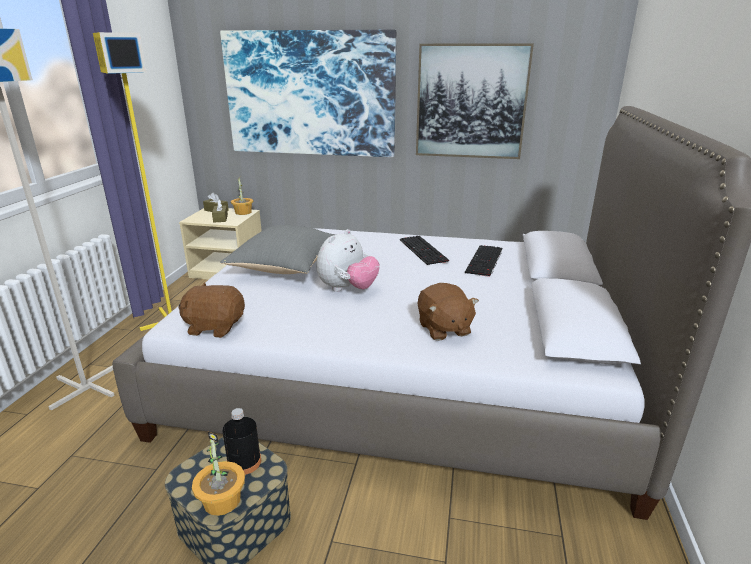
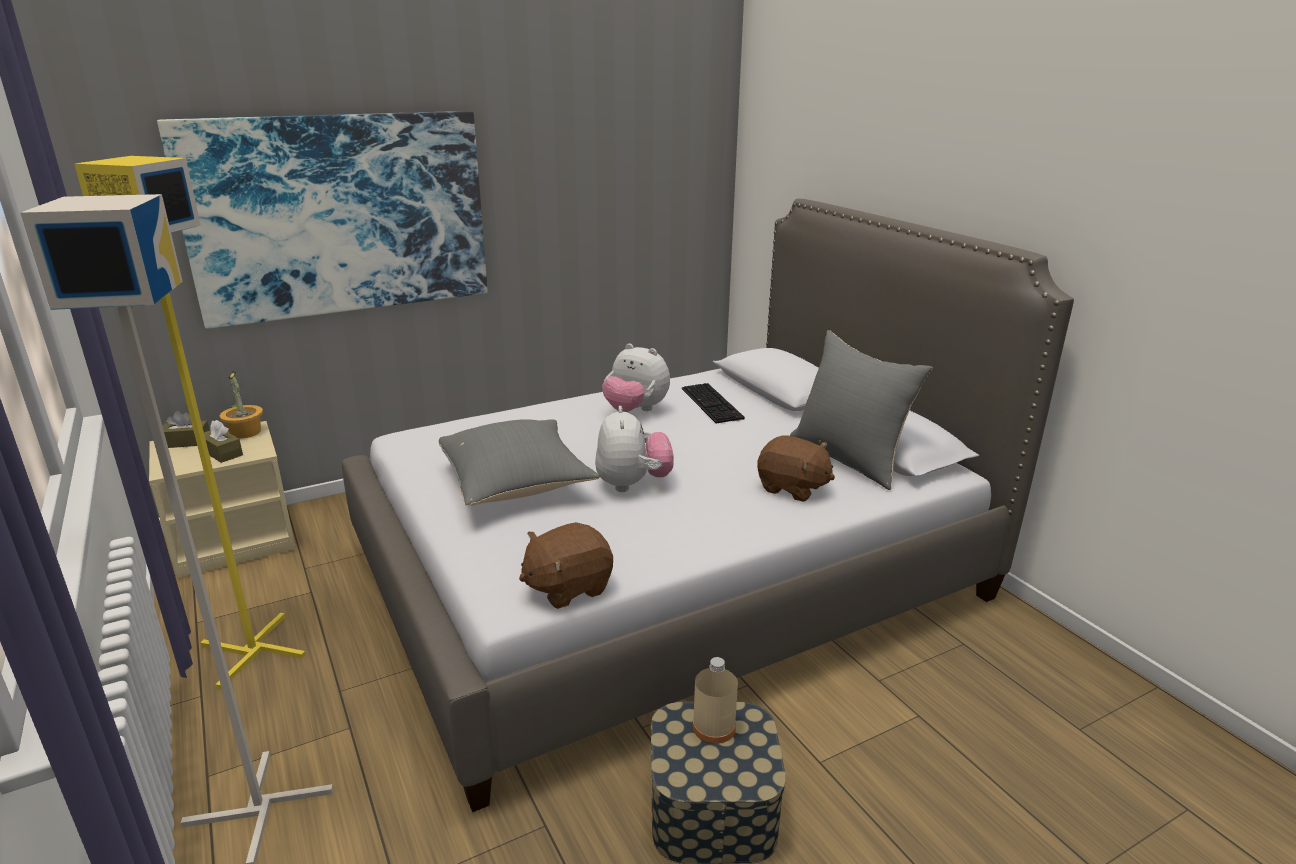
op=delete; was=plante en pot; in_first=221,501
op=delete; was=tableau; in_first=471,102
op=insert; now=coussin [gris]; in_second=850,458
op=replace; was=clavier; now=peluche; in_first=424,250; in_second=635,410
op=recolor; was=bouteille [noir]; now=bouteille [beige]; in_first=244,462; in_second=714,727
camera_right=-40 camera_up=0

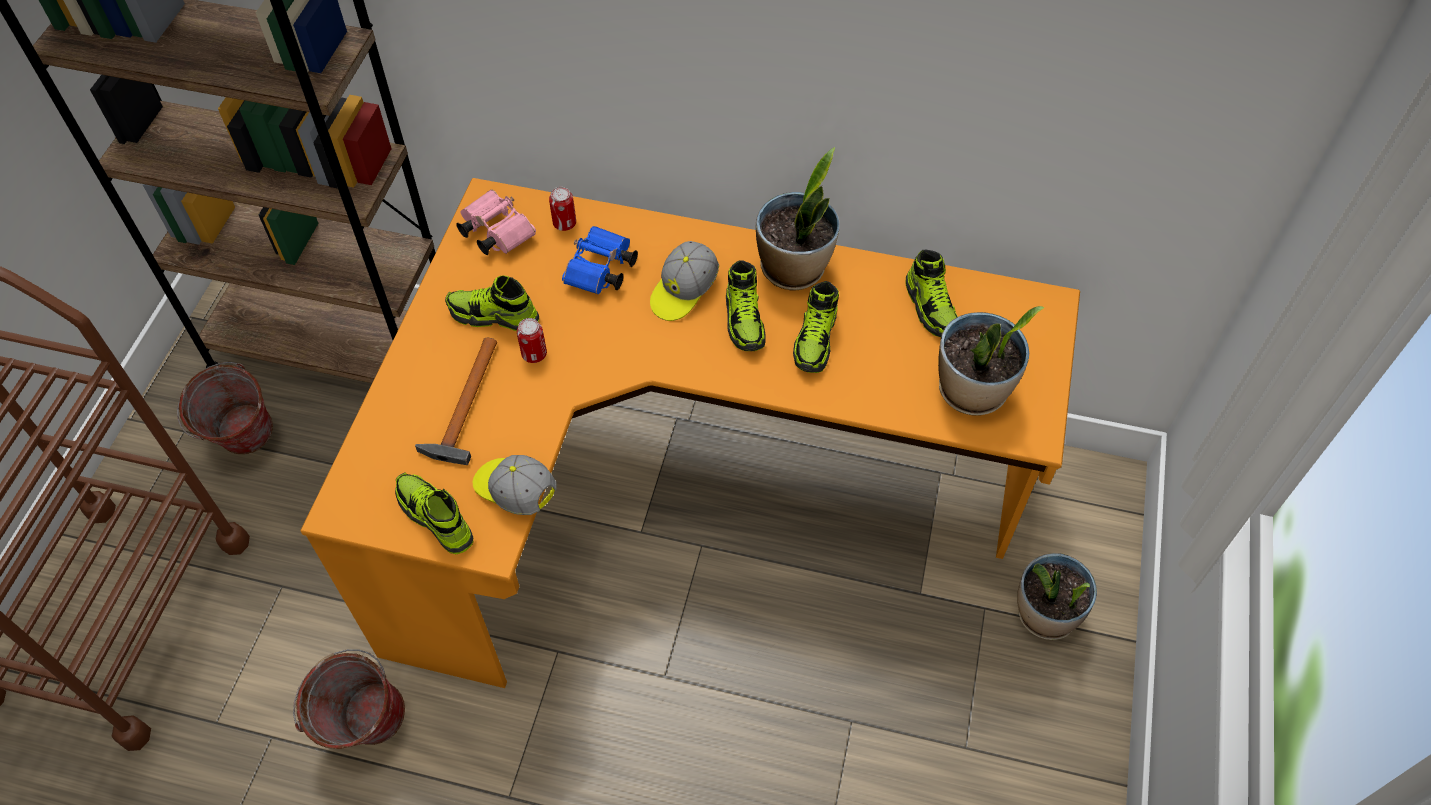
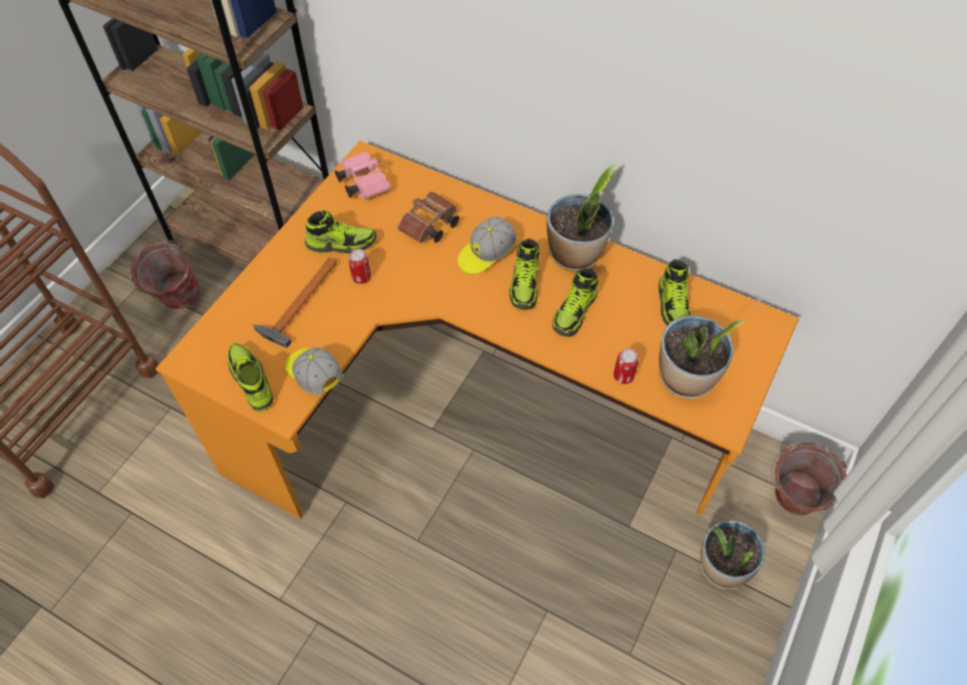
op=move; was=seau; in_first=364,729; in_second=789,502
op=move; was=boîte métallique; in_first=564,223; in_second=623,376
op=recolor; was=jumelles [bleu]; now=jumelles [marron]; in_first=600,272; in_second=429,227
op=rotate; was=chaussure; in_first=494,316; in_second=341,243; clockwise=150
camera_right=15 camera_up=0

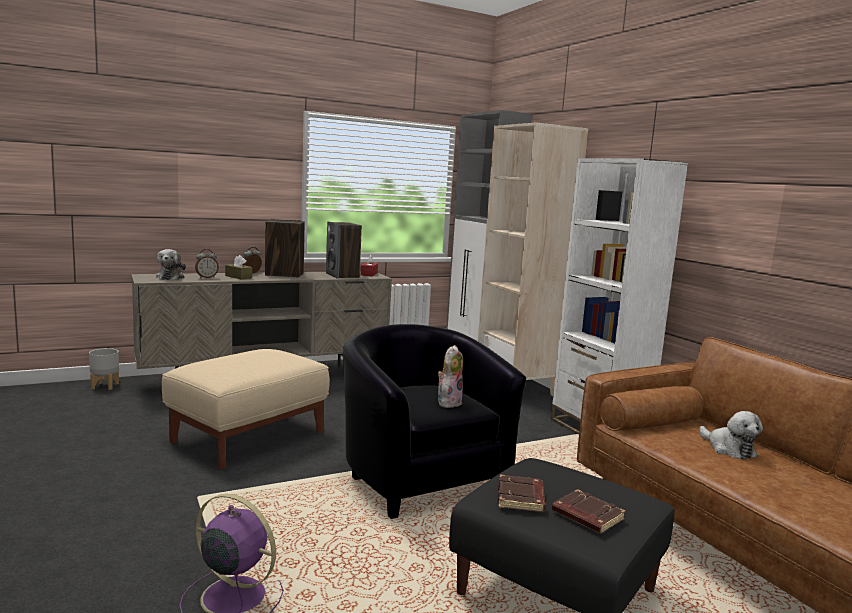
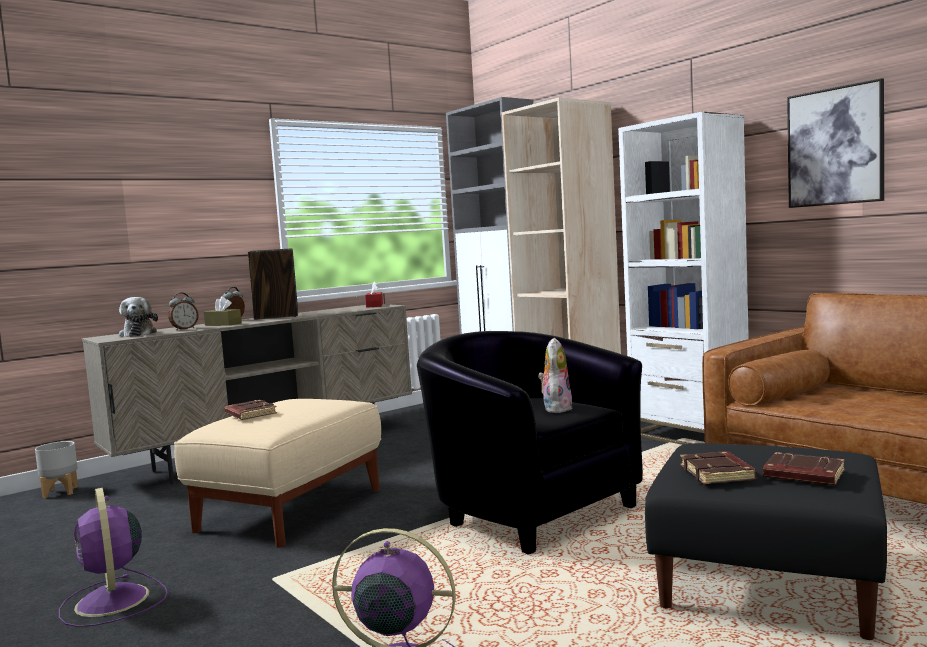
op=delete; was=enceinte; in_first=342,275
op=delete; was=peluche; in_first=728,449
op=insert; now=ventilateur [violet]; in_second=113,602
op=insert; now=livre [marron]; in_second=249,414
op=insert; now=tableau; in_second=835,146
camera_right=-10 camera_up=-5

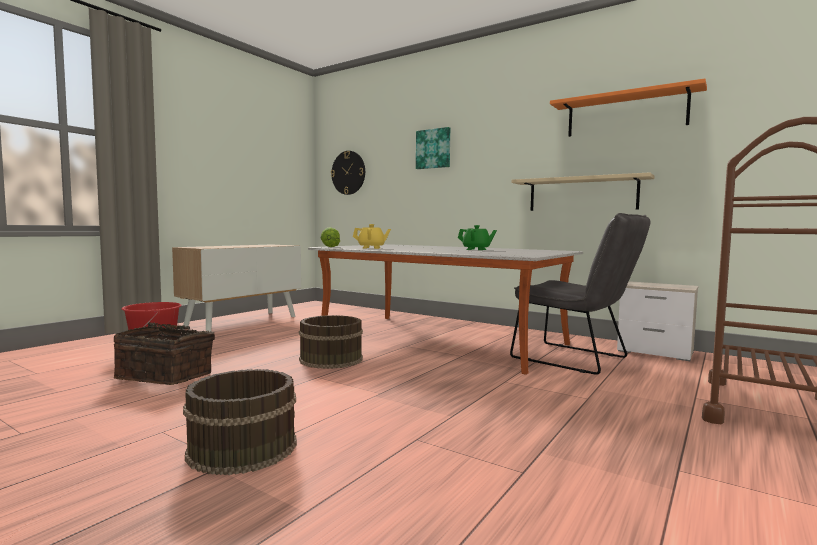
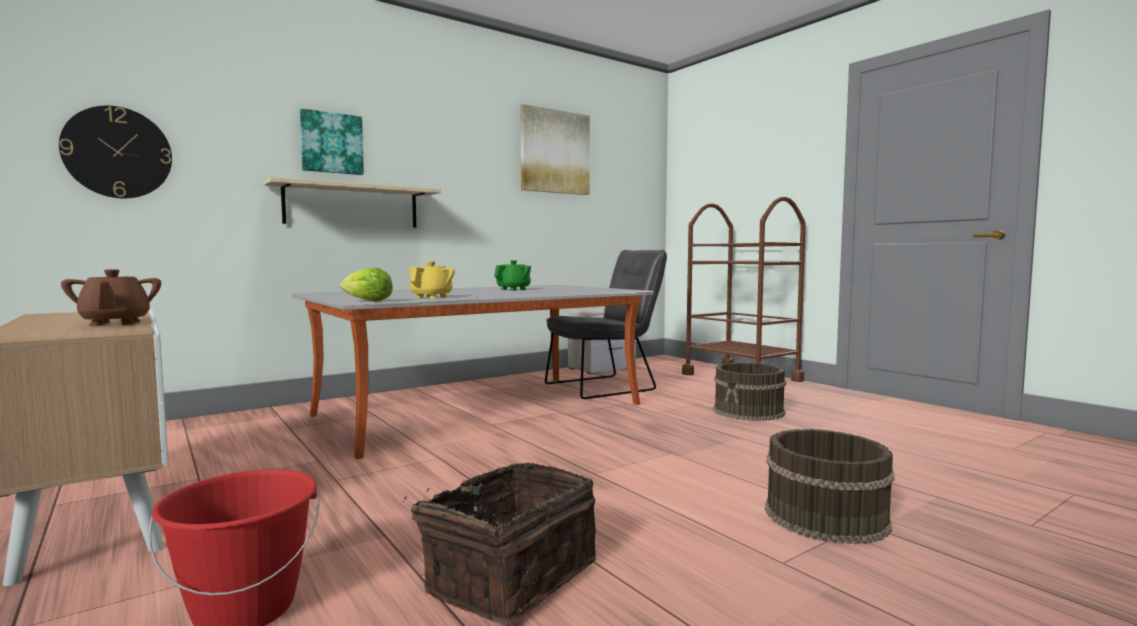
op=insert; now=théière [marron]; in_second=115,323
op=move; was=seau [marron]; in_first=330,359; in_second=749,411
op=move; was=étagère [beige]; in_first=582,194; in_second=352,206
op=replace; was=étagère [orange]; now=tableau; in_first=625,114; in_second=554,152
camera_right=-70 camera_up=0

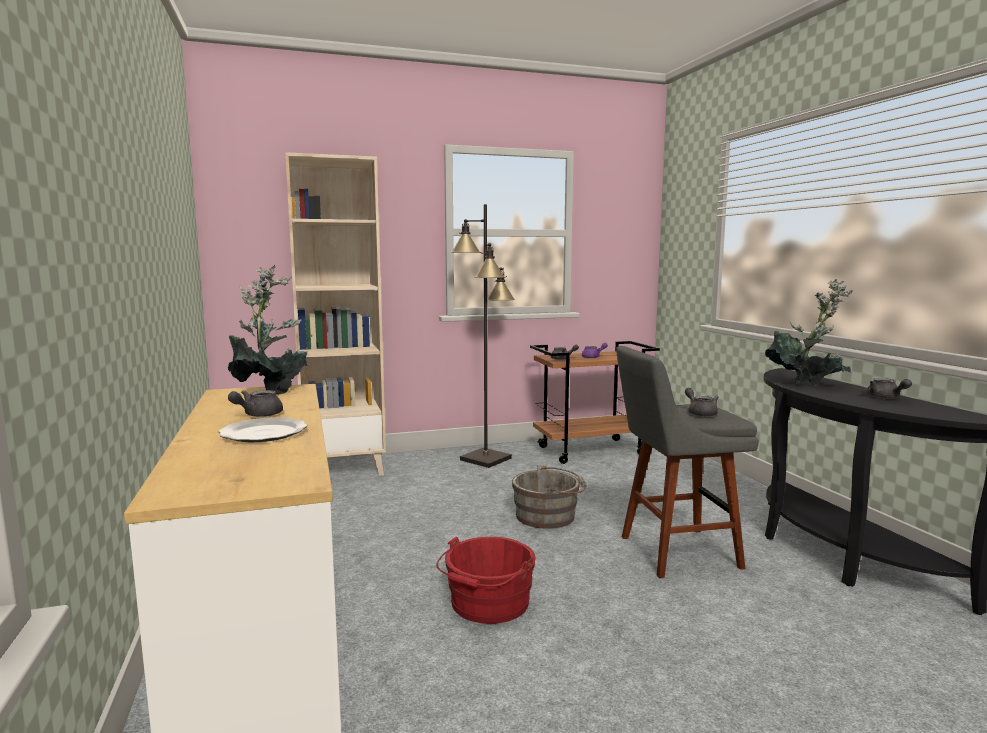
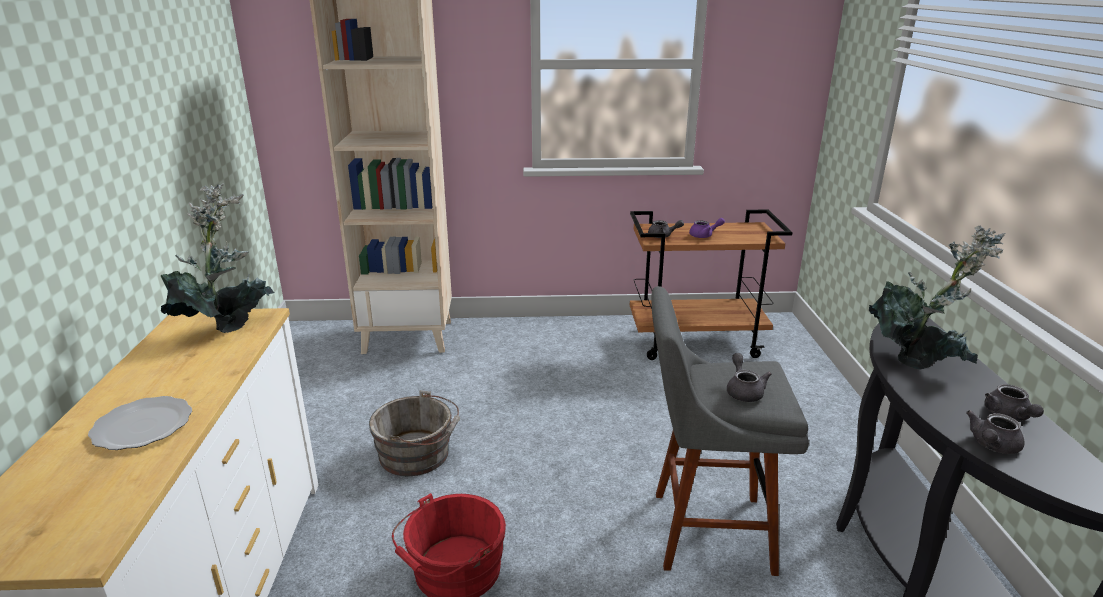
op=delete; was=lampadaire [noir]; in_first=485,459
op=move; was=théière [gris]; in_first=257,415; in_second=991,446
op=move; was=seau [gris]; in_first=549,516; in_second=418,455
camera_right=15 camera_up=15

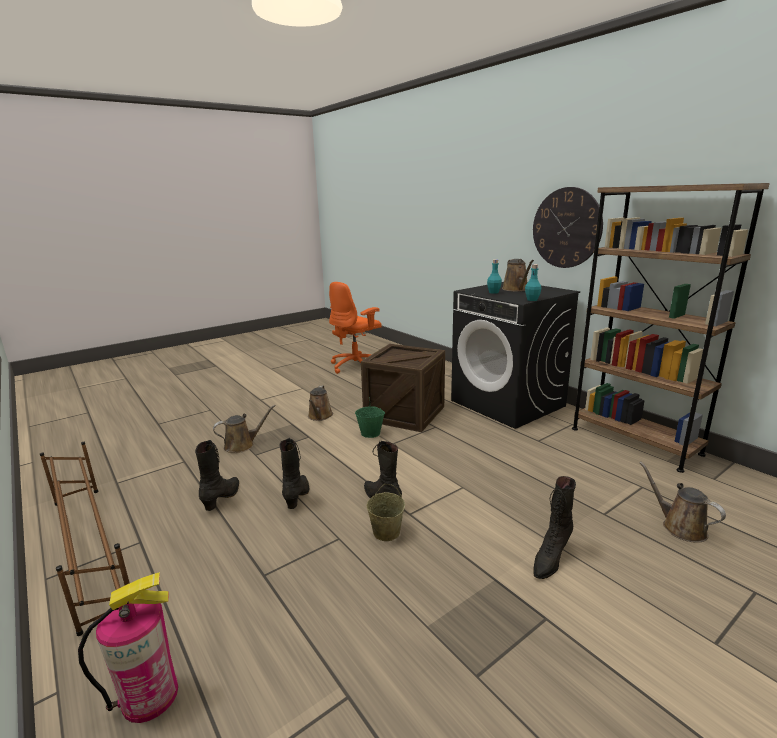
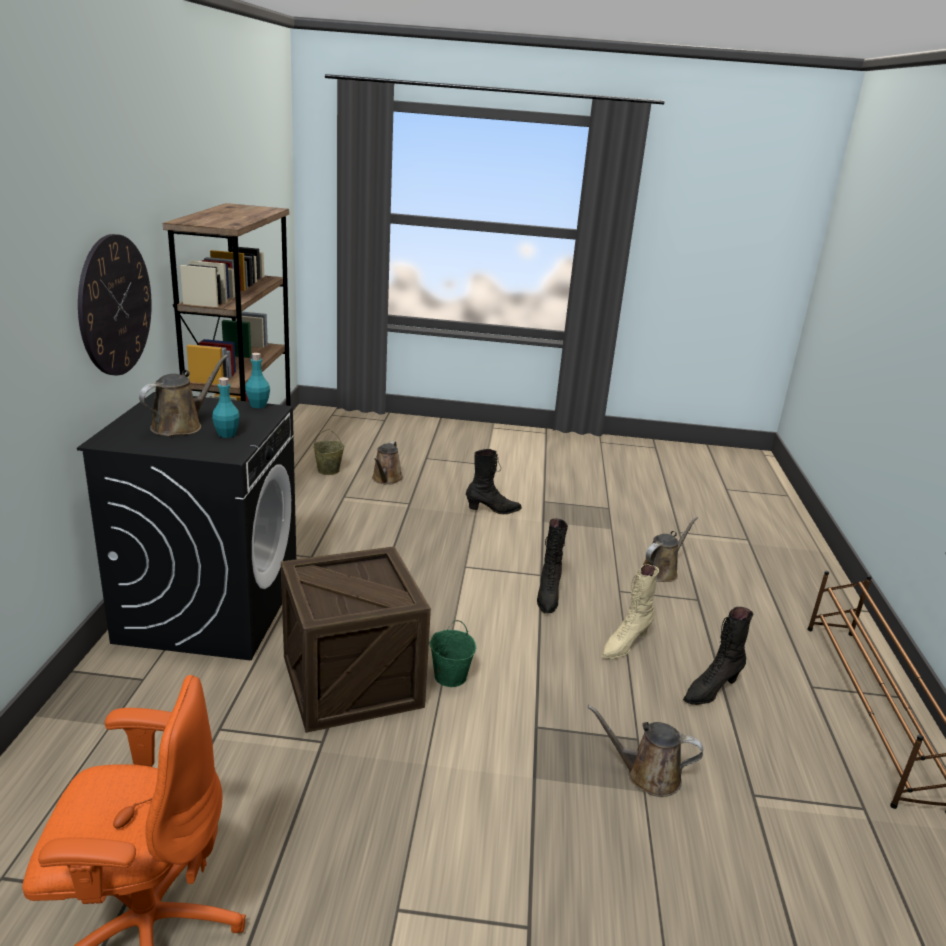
op=delete; was=extincteur; in_first=150,696
op=move; was=arrosoir [marron]; in_first=320,416; in_second=661,571
op=move; was=seau [beige]; in_first=386,532; in_second=328,470
op=recolor; was=botte [noir]; now=botte [beige]; in_first=298,496; in_second=624,645
camera_right=-140 camera_up=5

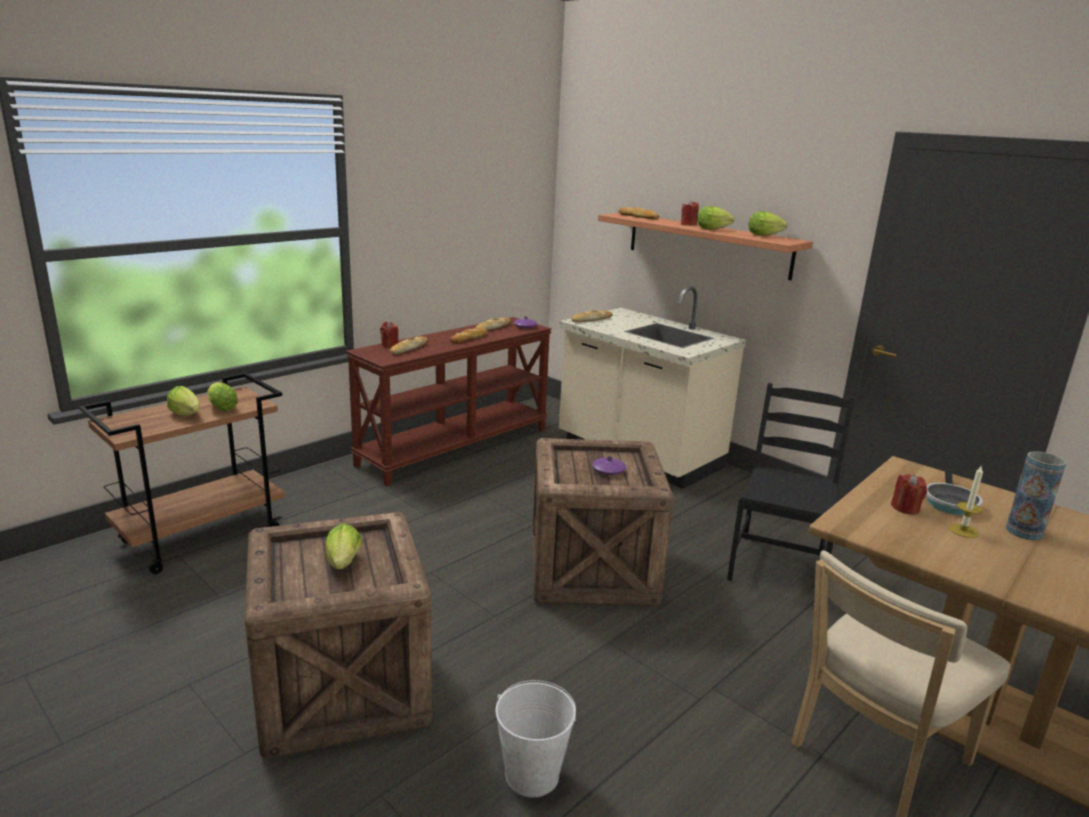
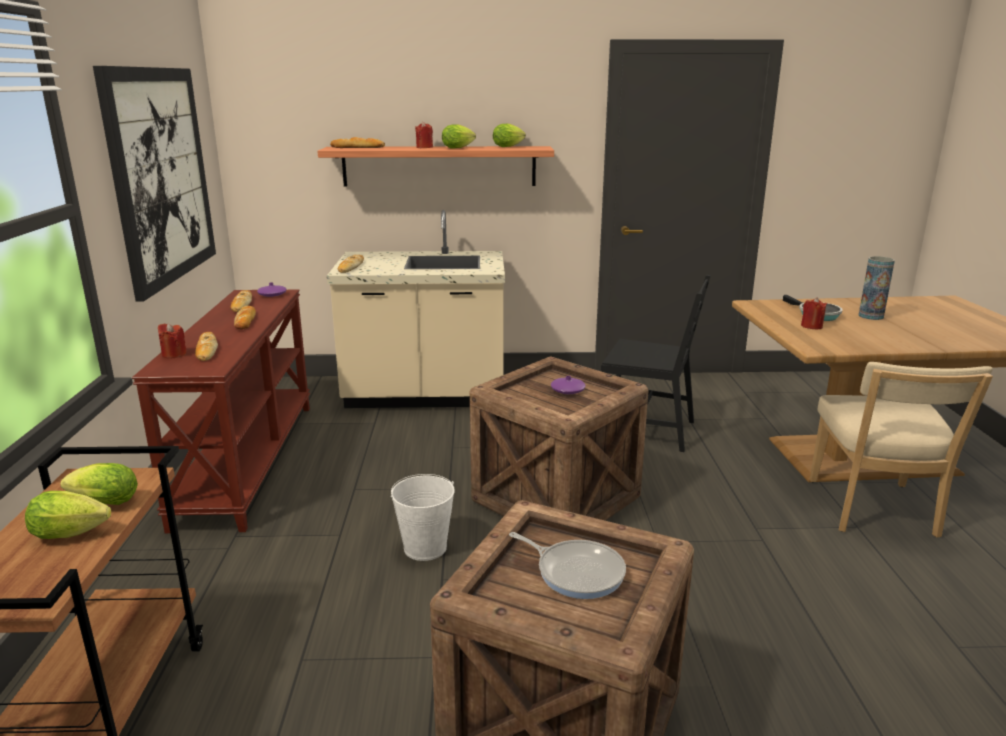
op=delete; was=bougie; in_first=963,530
op=insert; now=tableau; in_second=161,176
op=move; was=seau [blanc]; in_first=532,775; in_second=425,548
op=replace; was=laitue; now=poêle; in_first=343,565; in_second=576,572
op=rotate; was=chaise [noir]; in_first=777,566; in_second=648,429; clockwise=135
camera_right=-45 camera_up=0

